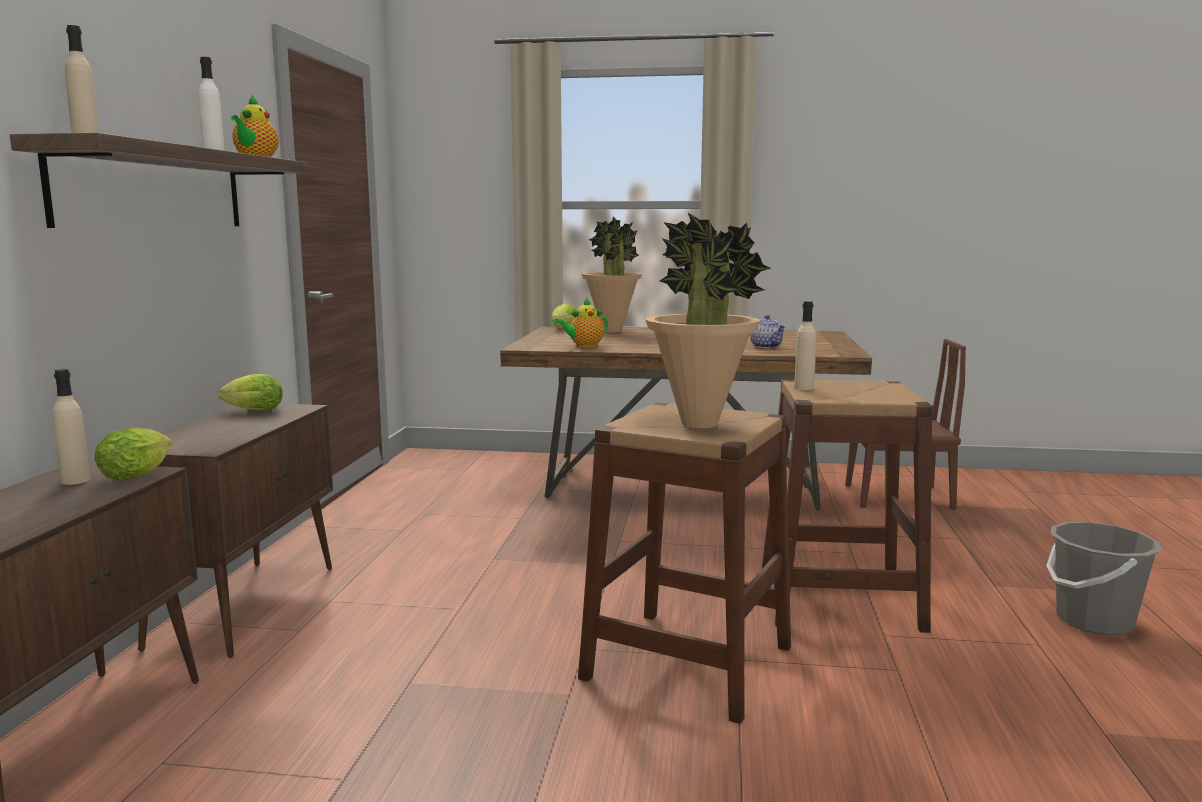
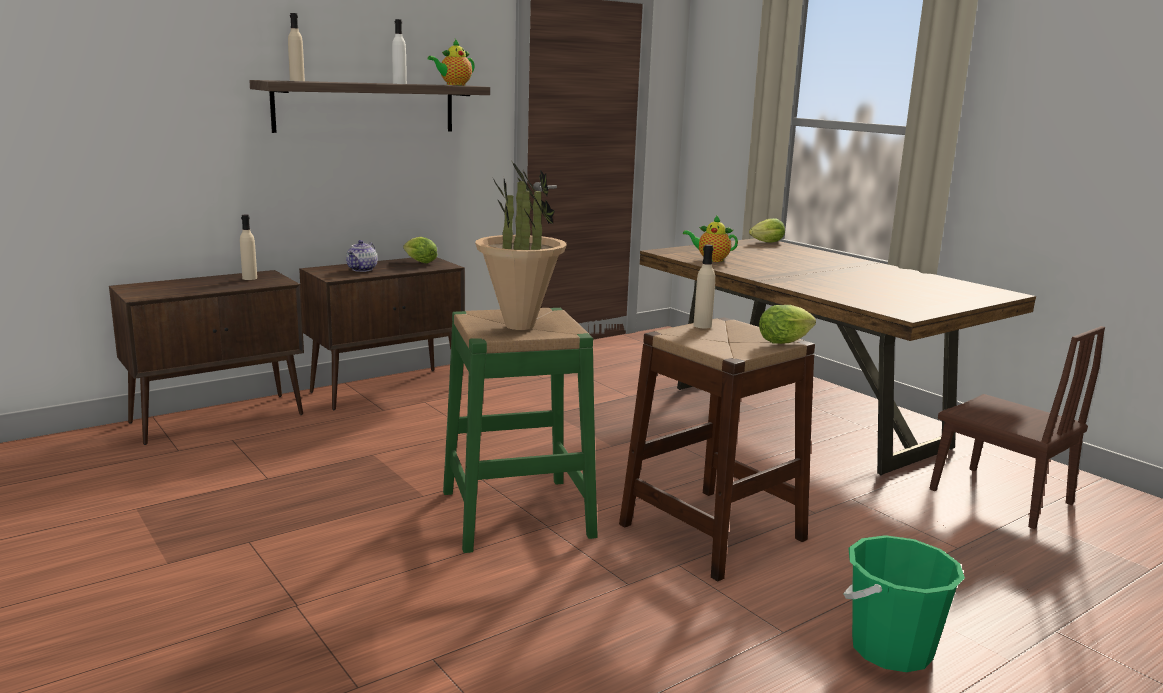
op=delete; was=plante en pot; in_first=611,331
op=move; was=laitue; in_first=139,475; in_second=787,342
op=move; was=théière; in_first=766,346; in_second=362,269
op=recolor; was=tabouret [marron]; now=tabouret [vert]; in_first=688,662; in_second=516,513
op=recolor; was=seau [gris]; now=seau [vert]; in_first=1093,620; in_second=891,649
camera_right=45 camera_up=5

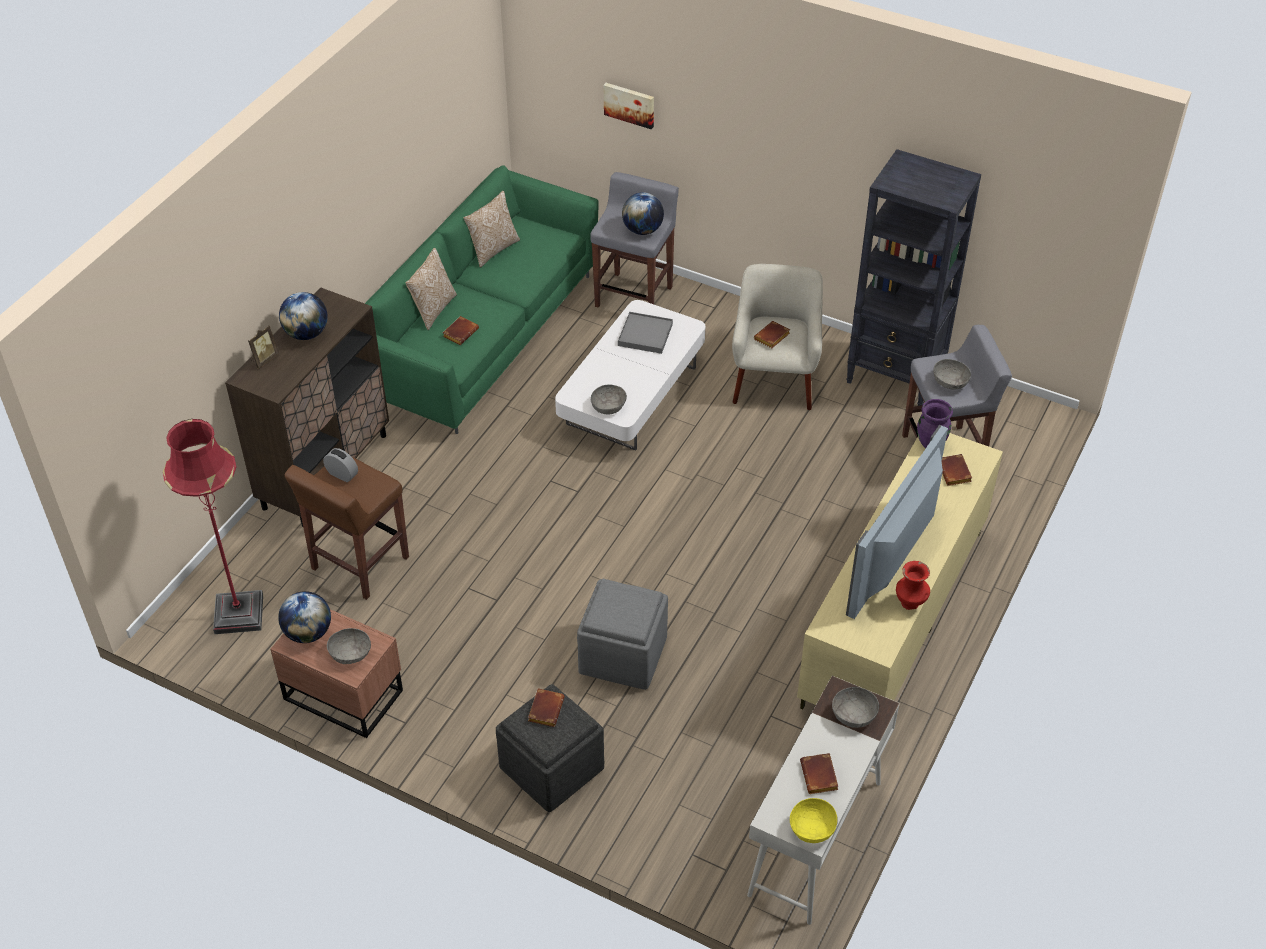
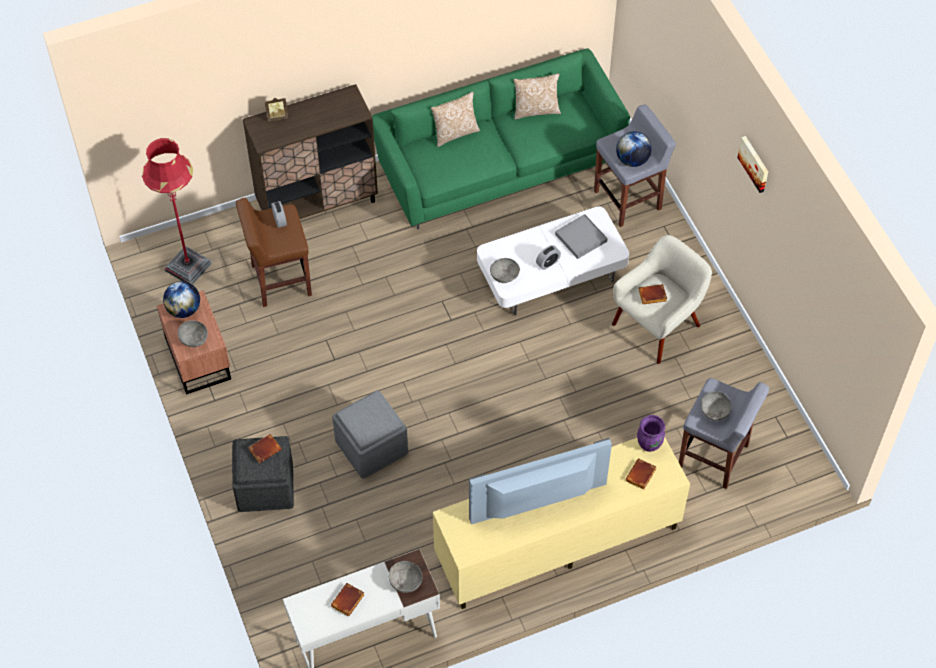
op=delete; was=globe; in_first=306,334
op=delete; was=livre [marron]; in_first=460,332
op=delete; was=bol [jaune]; in_first=812,828
op=delete; was=bibliothèque [noir]; in_first=896,377
op=delete; was=vase [rouge]; in_first=910,604
op=insert; now=réveil; in_second=548,263
op=move; was=tableau; in_first=629,104; in_second=754,163
camera_right=40 camera_up=10

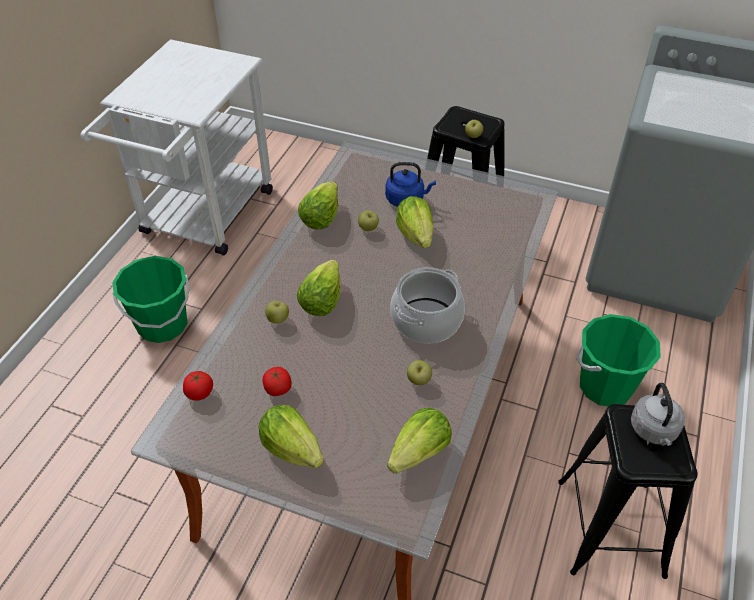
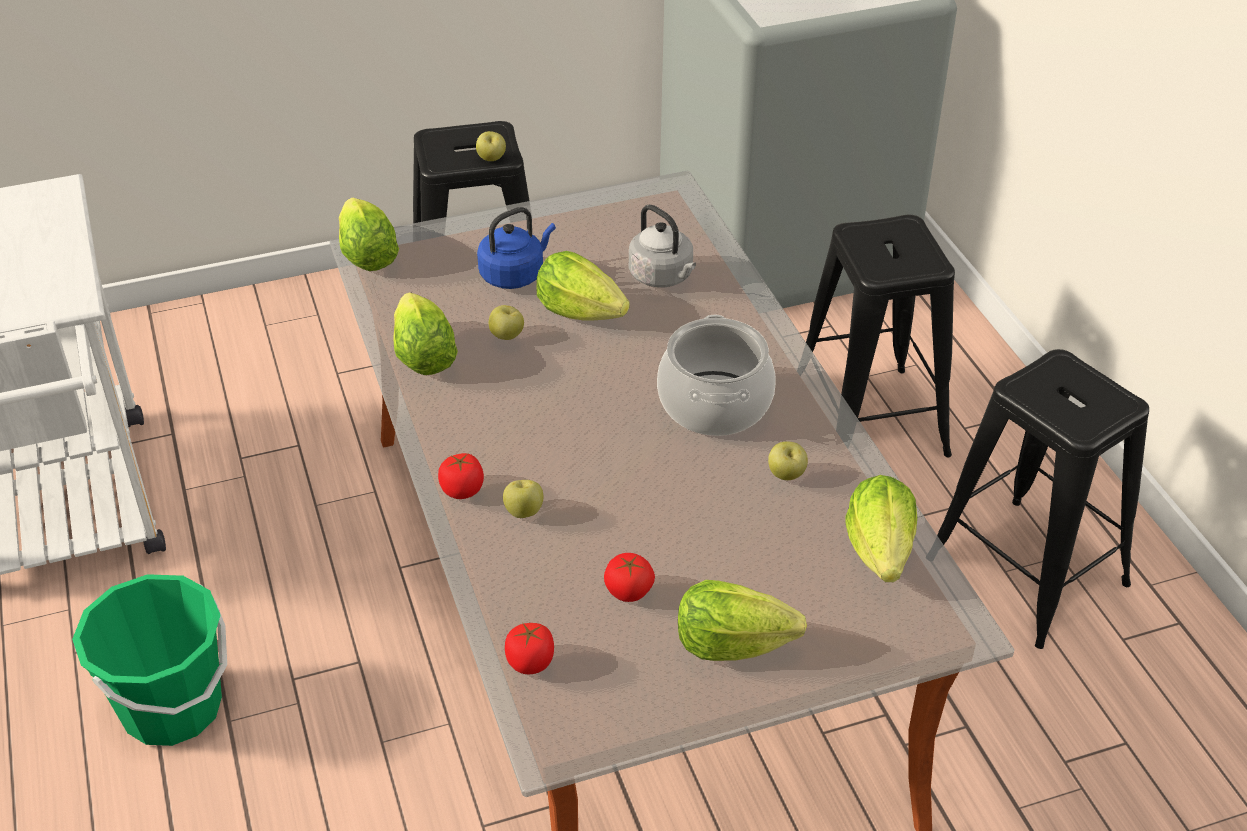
op=insert; now=tomate; in_second=462,490
op=move; was=laitue; in_first=321,301; in_second=367,256
op=move; was=bouilloire [gris]; in_first=654,431; in_second=663,277
op=replace; was=seau [vert]; now=tabouret [noir]; in_first=605,386; in_second=868,419
camera_right=-40 camera_up=-5

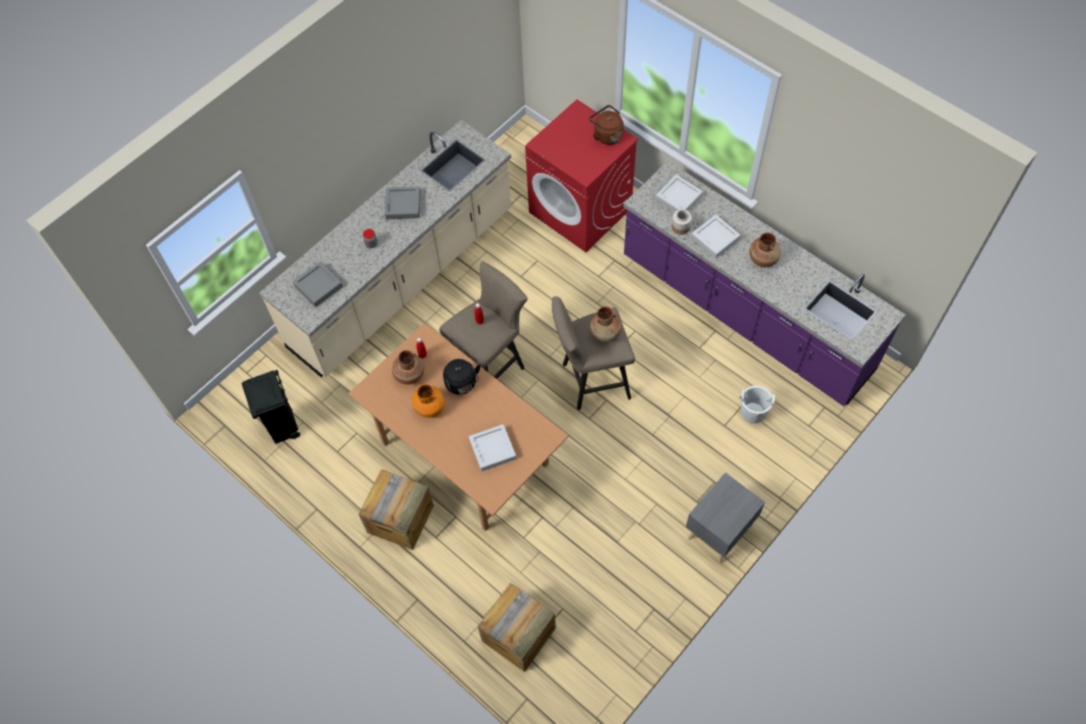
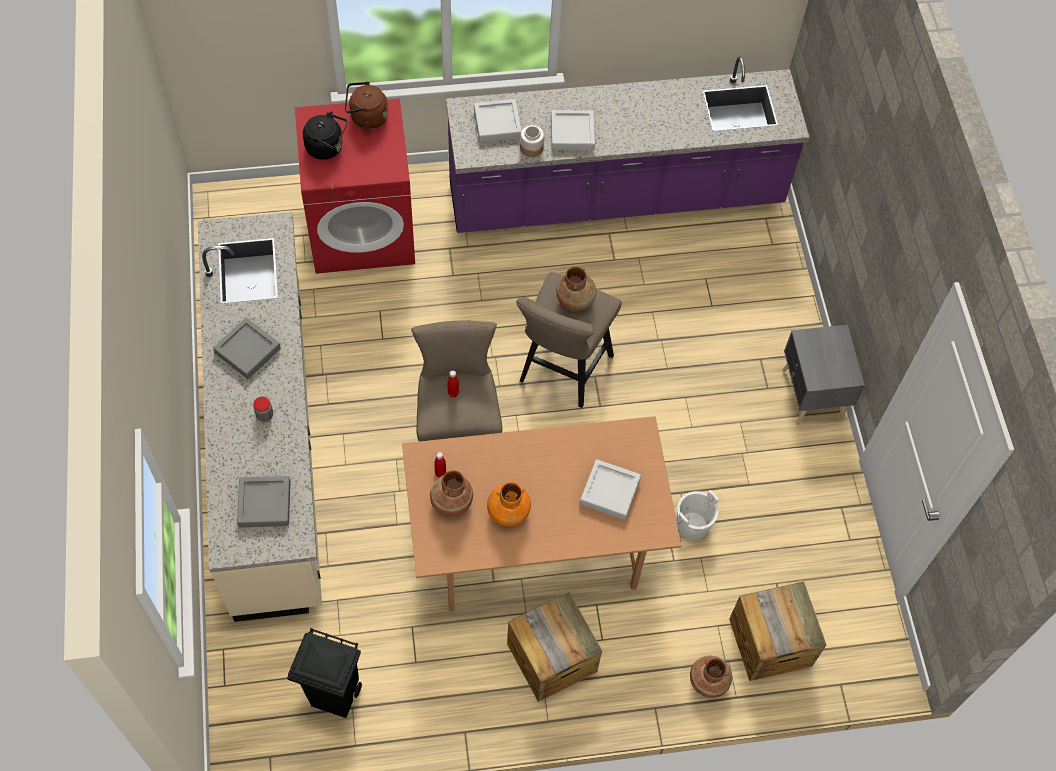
op=move; was=bouilloire [noir]; in_first=462,384; in_second=327,148
op=move; was=seau [blanc]; in_first=753,412; in_second=692,525
op=move; was=vase [marron]; in_first=763,258; in_second=708,681
camera_right=-55 camera_up=0

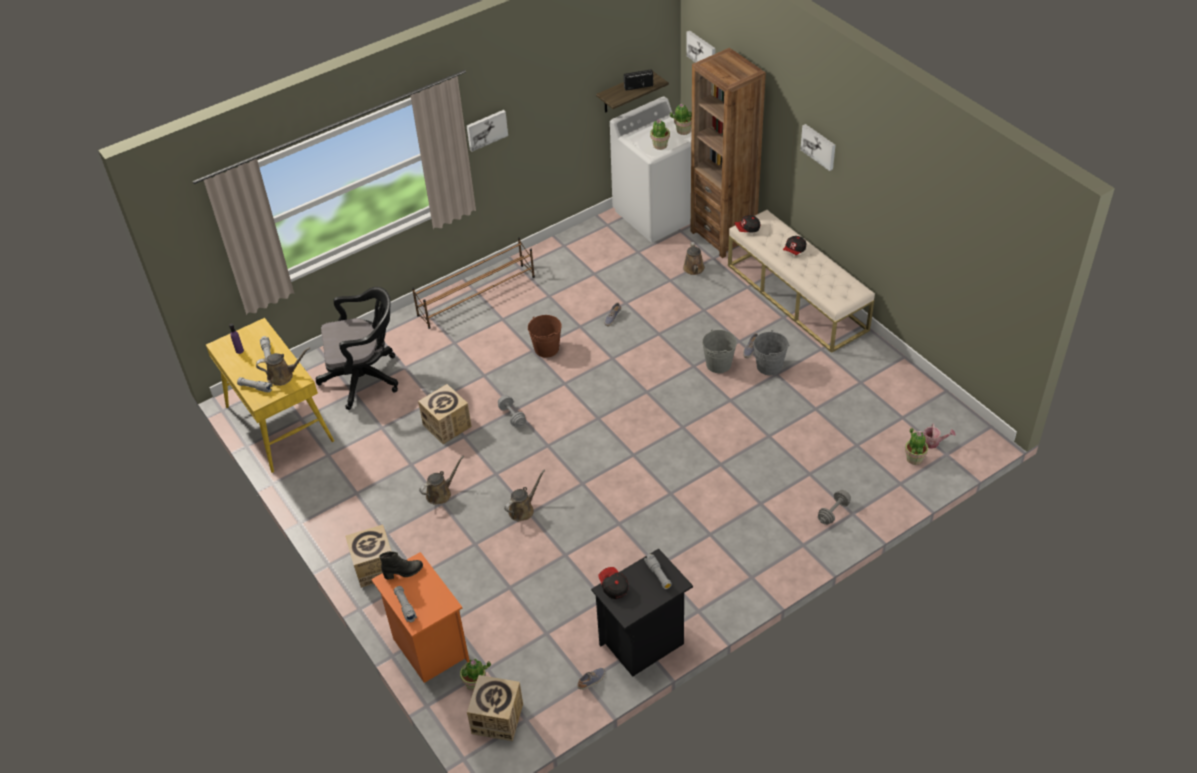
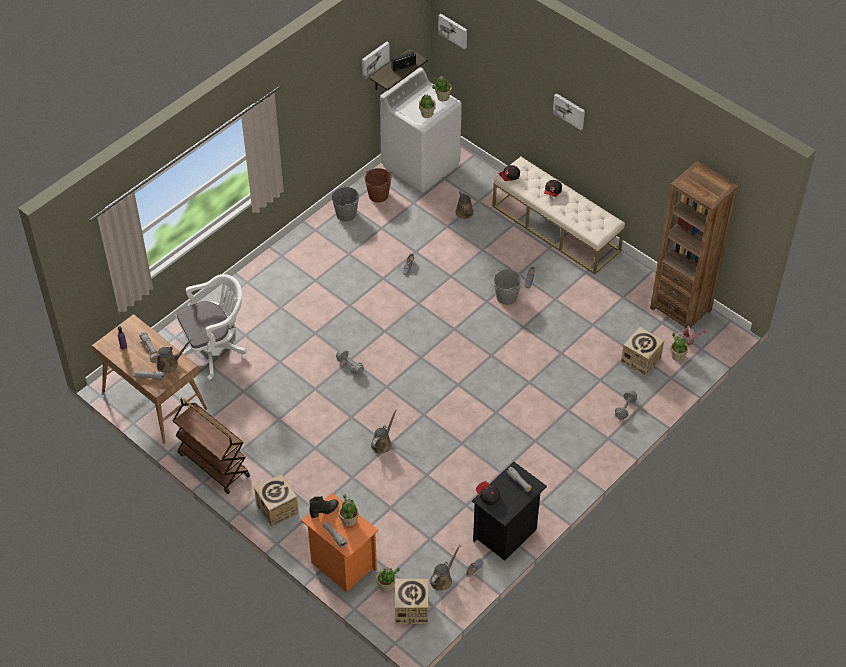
op=delete; was=étagère à chaussures [marron]; in_first=477,296
op=insert; now=chariot [marron]; in_second=213,465
op=insert; now=plante en pot; in_second=349,520
op=move; was=carton; in_first=447,425; in_second=640,360
op=move; was=arrosoir [marron]; in_first=441,493; in_second=442,579
op=move; was=tableau; in_first=486,129; in_second=374,59
op=move; was=seau [marron]; in_first=546,348; in_second=378,195
op=move; was=bibliothèque [marron]; in_first=723,236; in_second=680,309
op=move; was=seau [gris]; in_first=769,366; in_second=346,214
op=recolor; was=bureau [jaune]; now=bureau [marron]; in_first=278,424; in_second=154,400
op=recolor; was=chaise de bureau [noir]; now=chaise de bureau [blanc]; in_first=365,378; in_second=214,349
camera_right=-15 camera_up=5

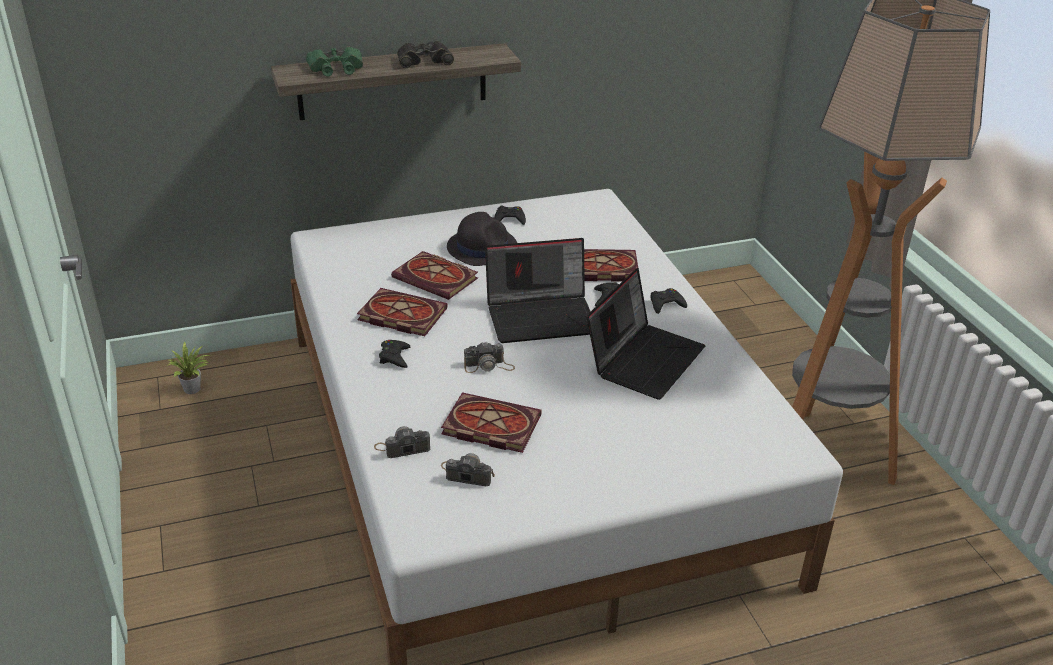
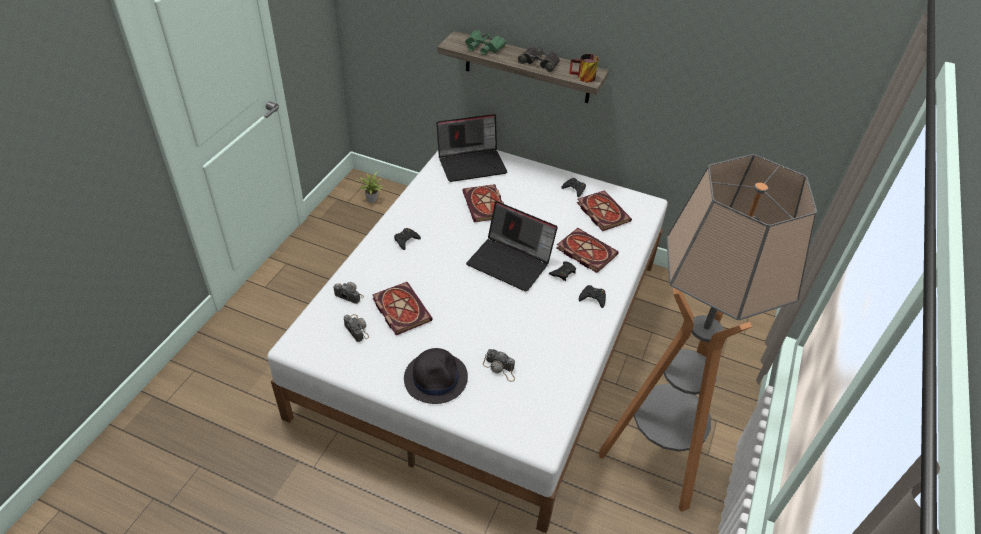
op=insert; now=mug; in_second=583,78
op=move; was=livre; in_first=399,315; in_second=601,212
op=move; was=chapeau [noir]; in_first=482,247; in_second=436,378
op=move; was=appareil photo; in_first=488,366; in_second=500,368
op=move; was=ordinateur portable; in_first=644,359; in_second=472,163
camera_right=40 camera_up=10

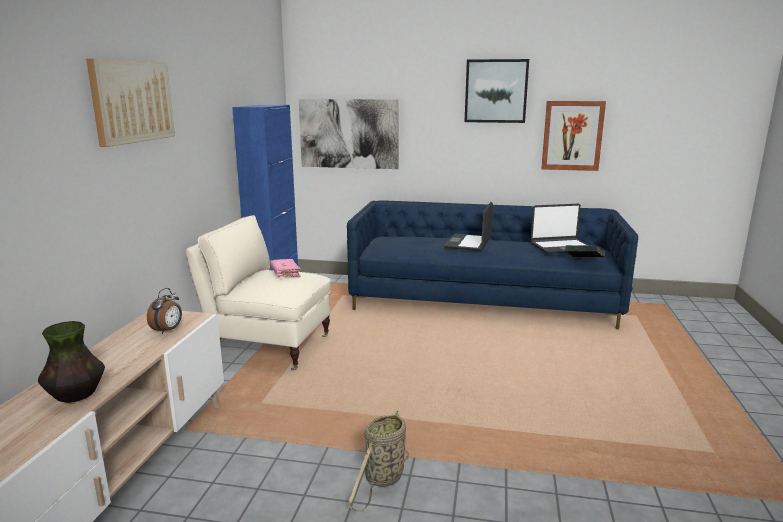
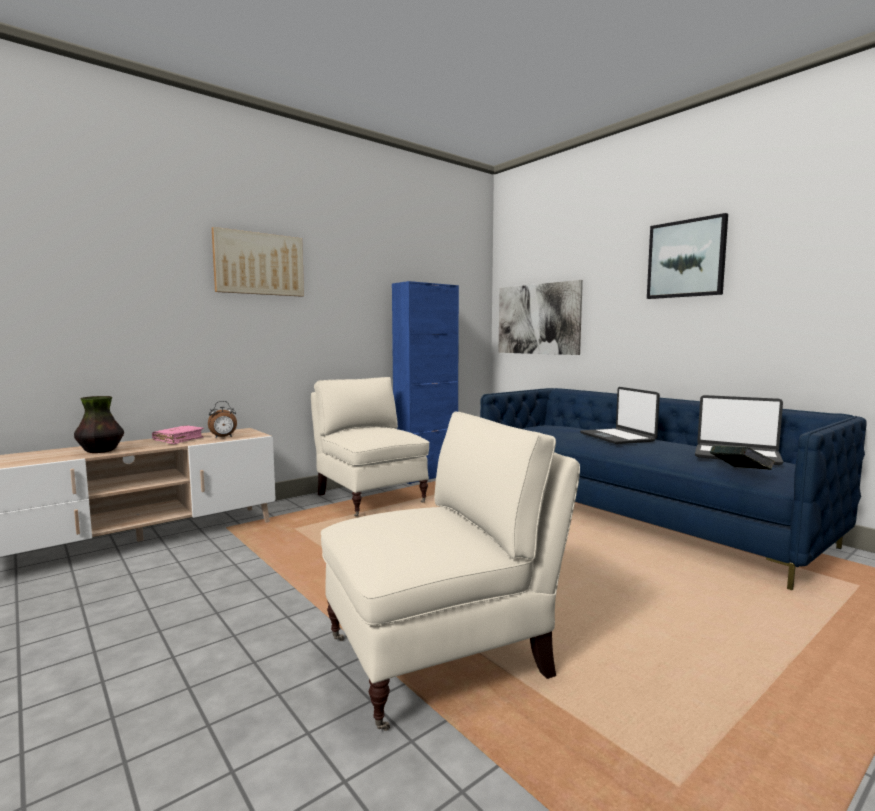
op=delete; was=panier; in_first=383,479
op=delete; was=tableau; in_first=572,135
op=insert; now=fauteuil [beige]; in_second=443,656
op=move; was=livre [rose]; in_first=285,273; in_second=179,440
op=rotate; was=ordinateur portable; in_first=468,243; in_second=617,437; clockwise=-75
camera_right=40 camera_up=-10

